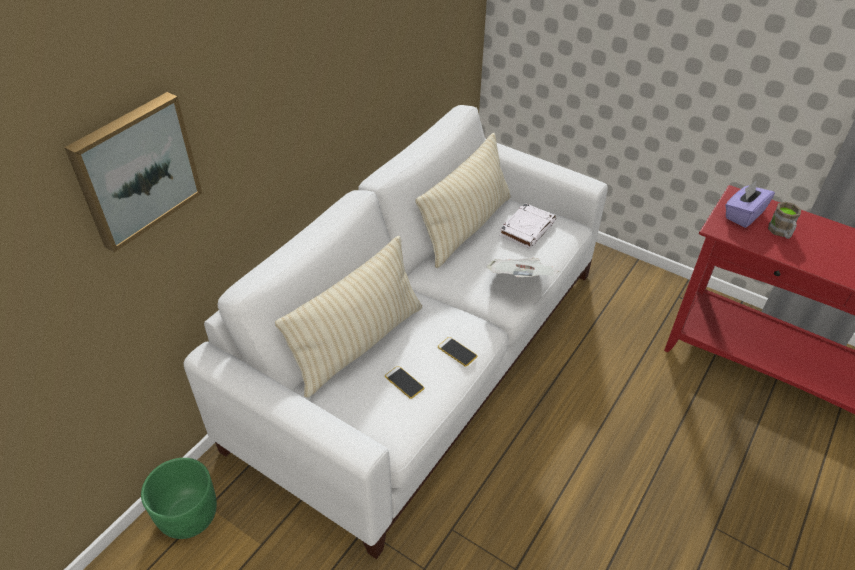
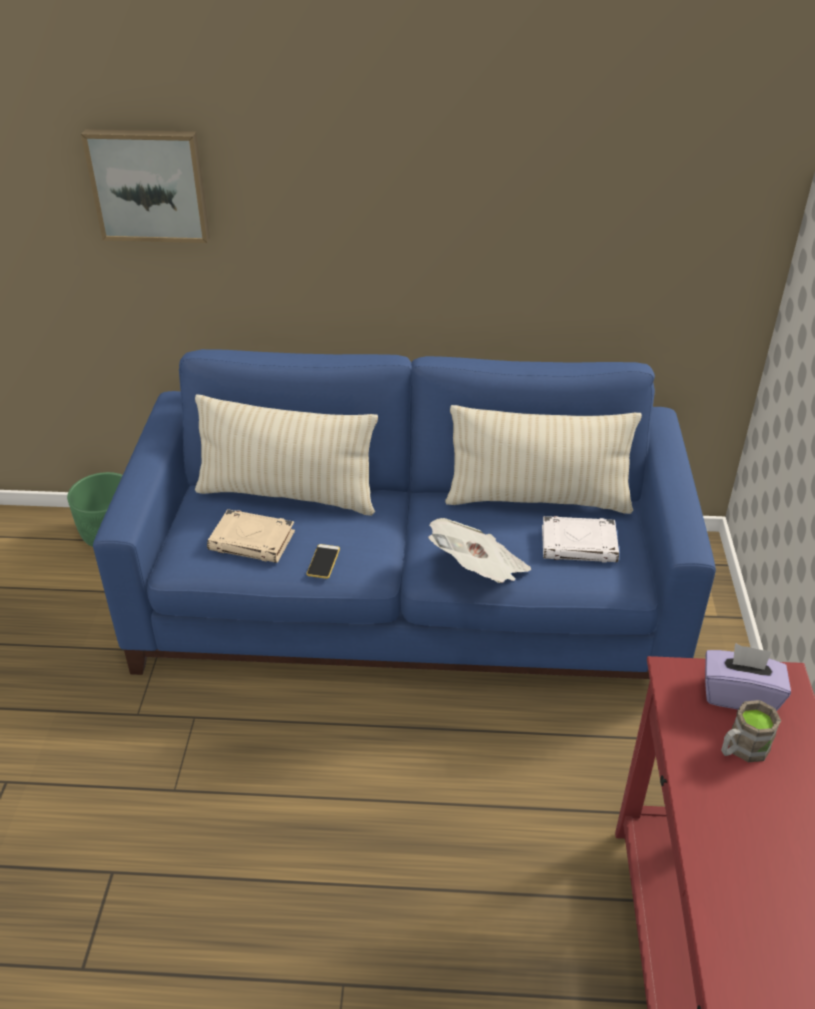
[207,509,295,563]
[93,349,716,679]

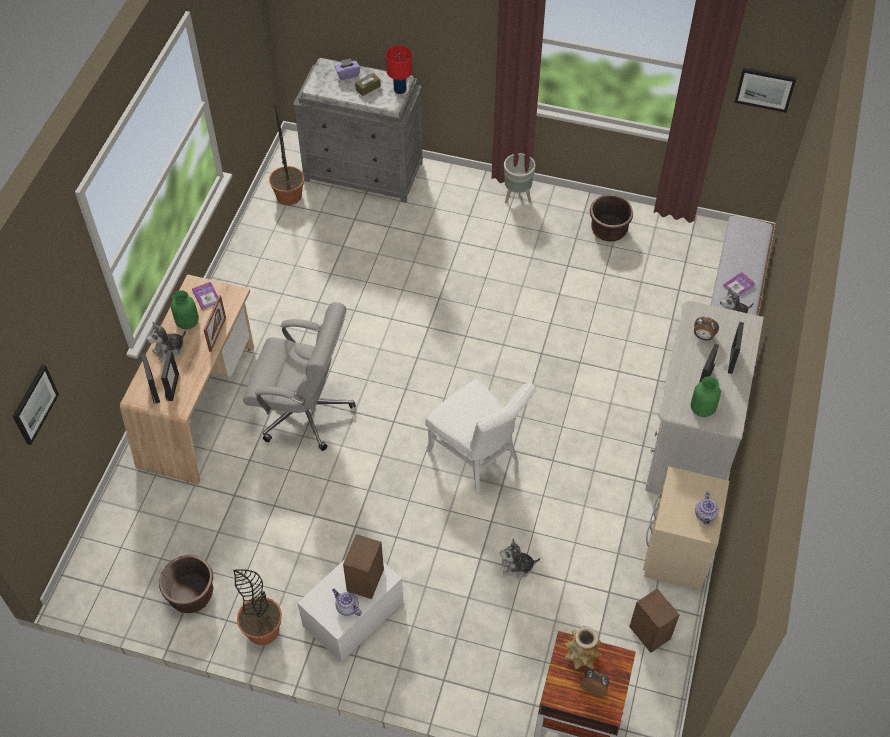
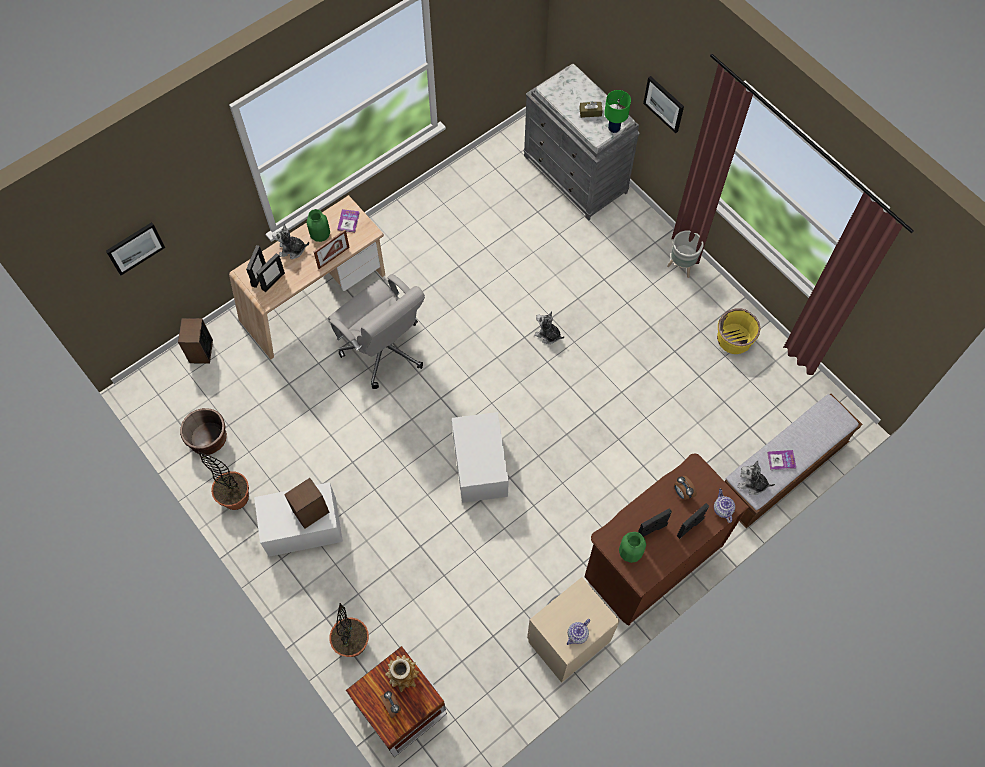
[334,58,360,80] (first image)
[330,603,369,657]
[714,489,735,523]
[534,311,564,344]
[178,318,213,364]
[643,76,684,133]
[452,412,509,503]
[604,90,631,133]
[717,308,760,354]
[585,453,749,626]

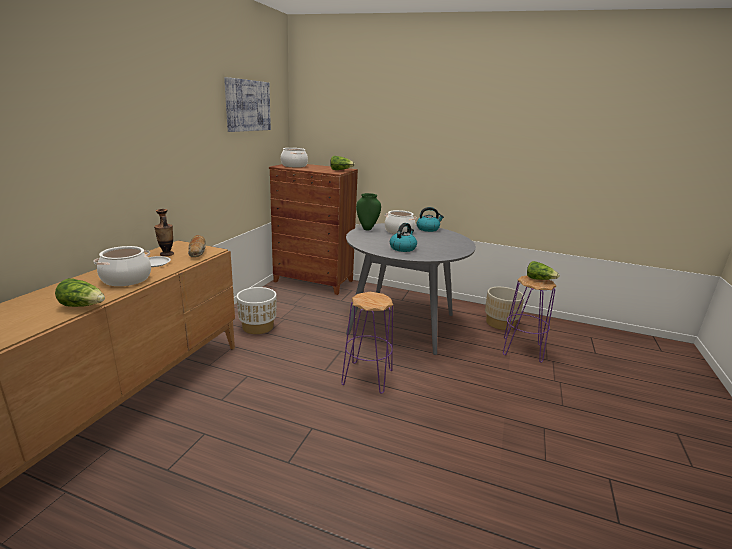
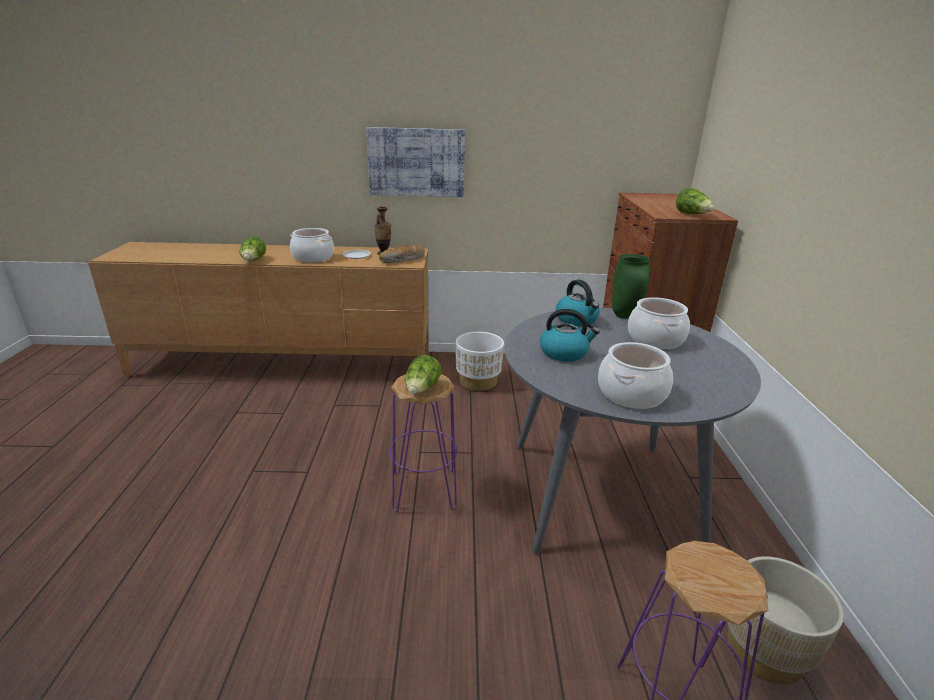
[366,127,465,197]
[598,342,673,409]
[556,280,600,326]
[405,355,442,394]

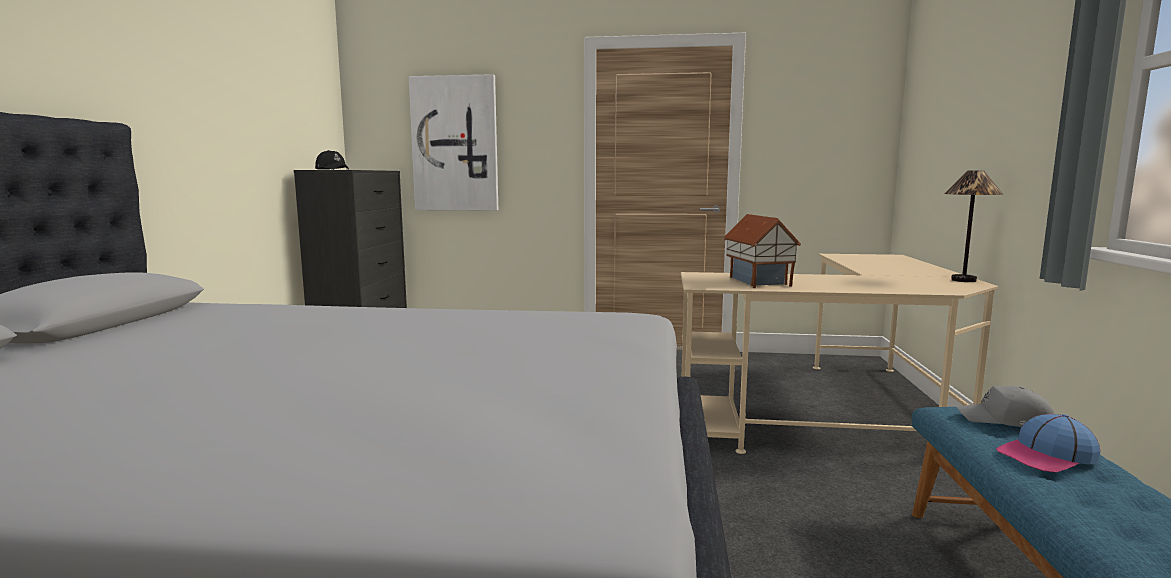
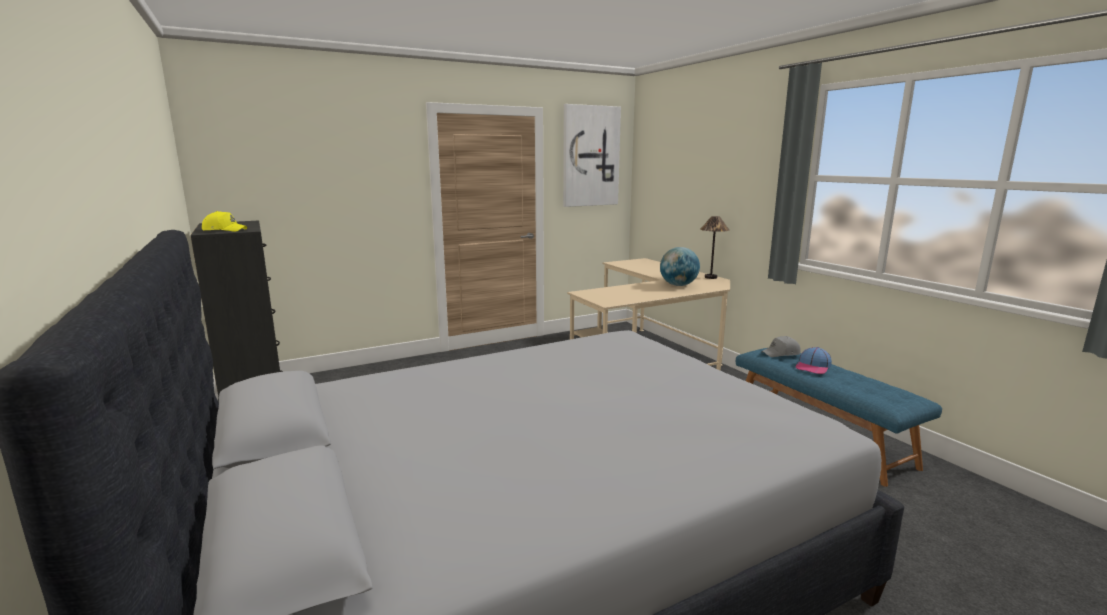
[724,214,801,288] (first image)
[660,247,700,286]
[563,104,621,207]
[202,211,247,232]

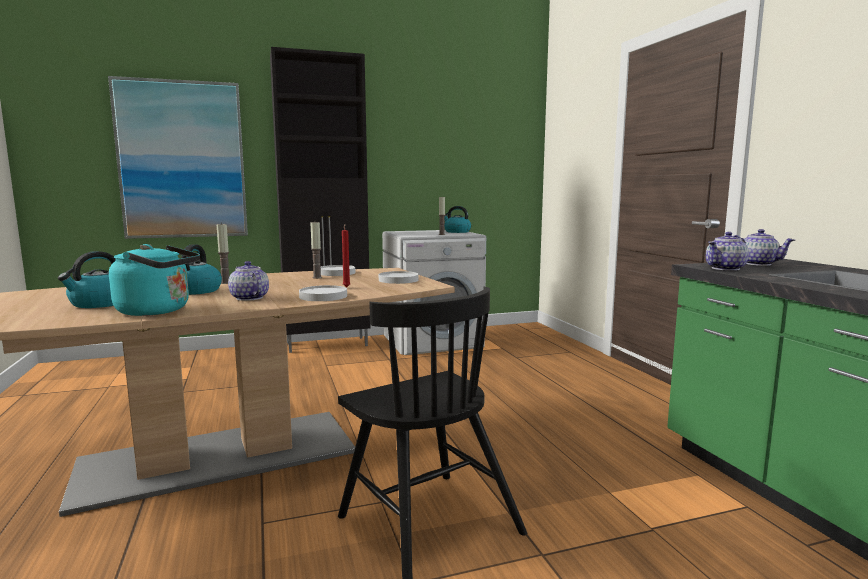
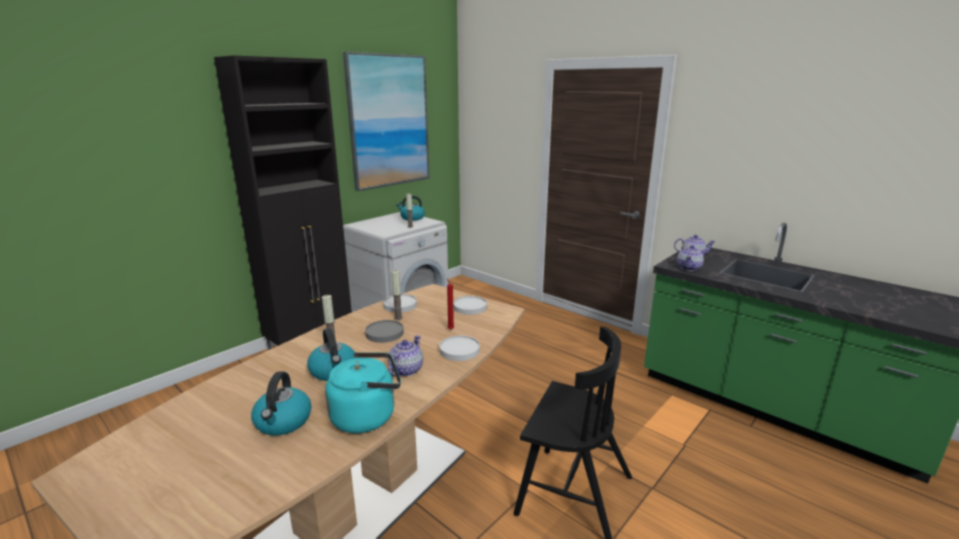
[365,320,404,343]
[343,52,430,191]
[388,335,423,376]

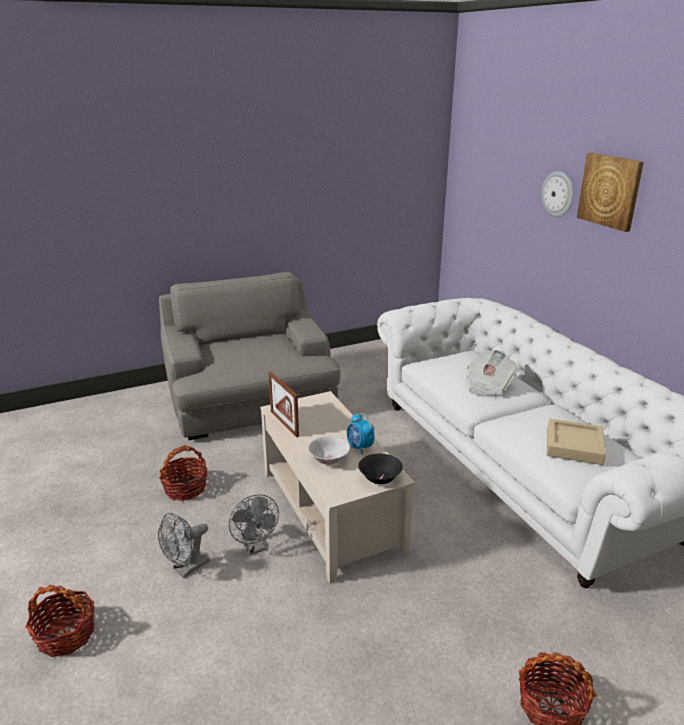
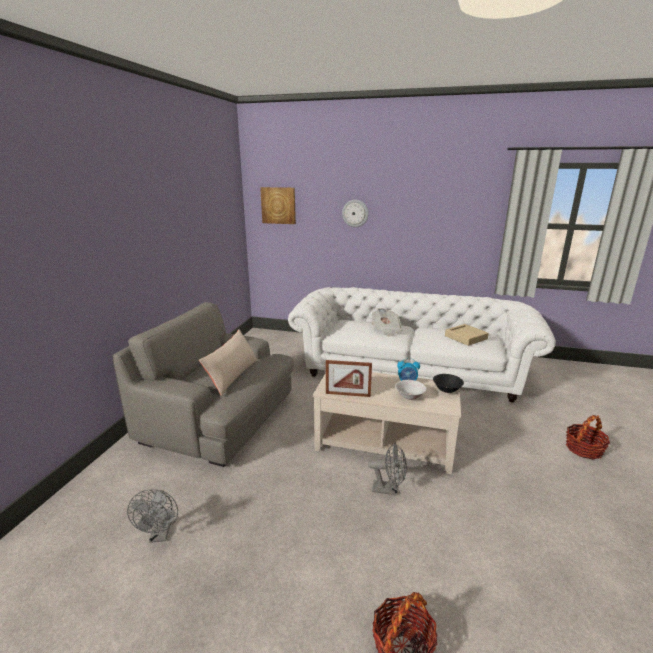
[159,446,207,501] (first image)
[199,330,258,396]
[127,489,178,543]
[260,187,296,224]

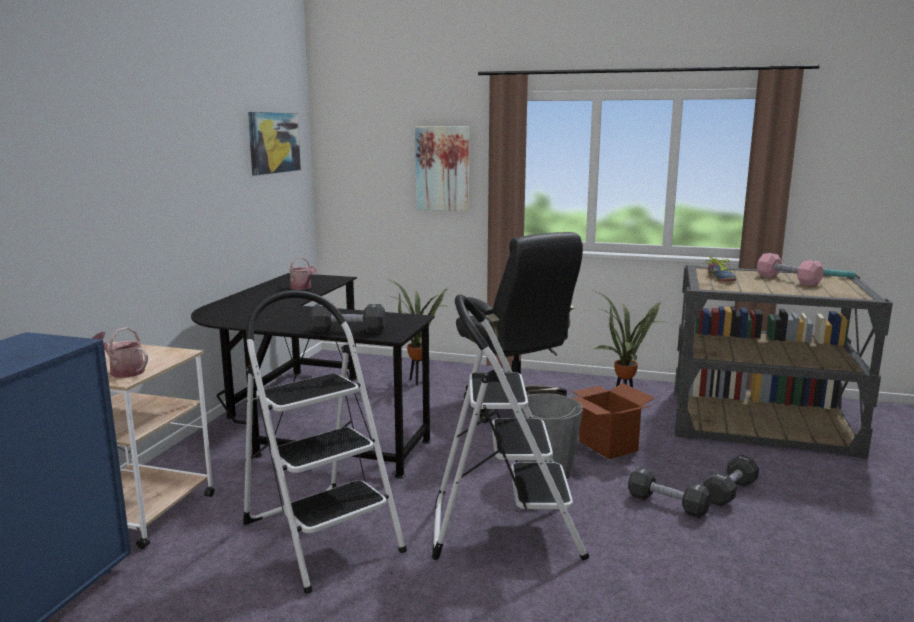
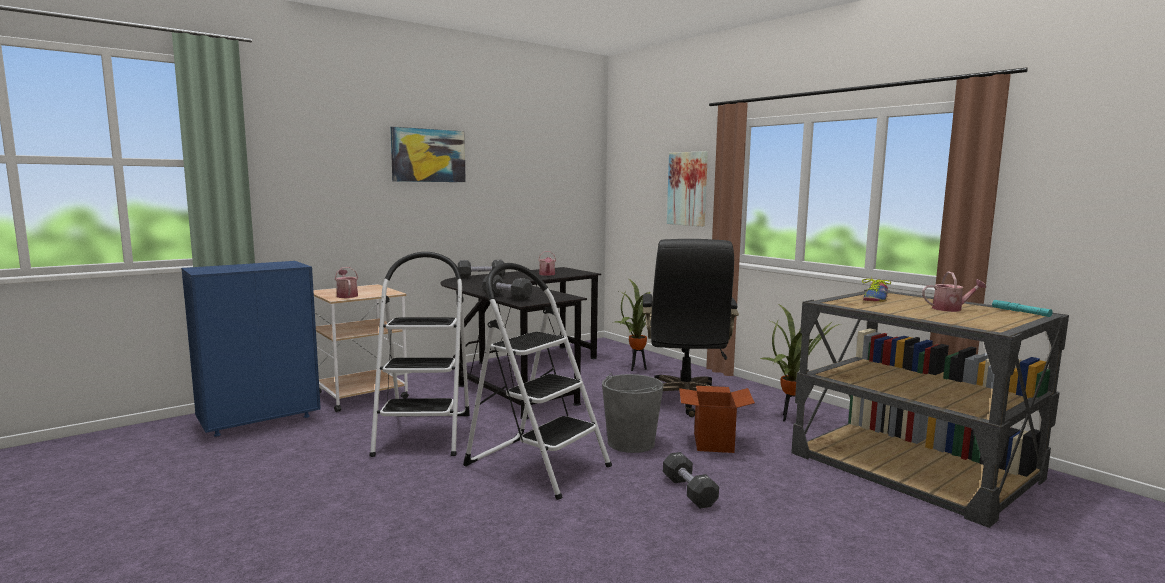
[390,127,466,182]
[458,260,505,278]
[922,272,986,312]

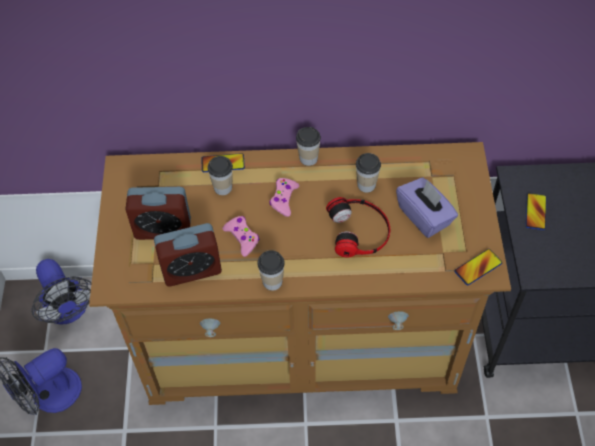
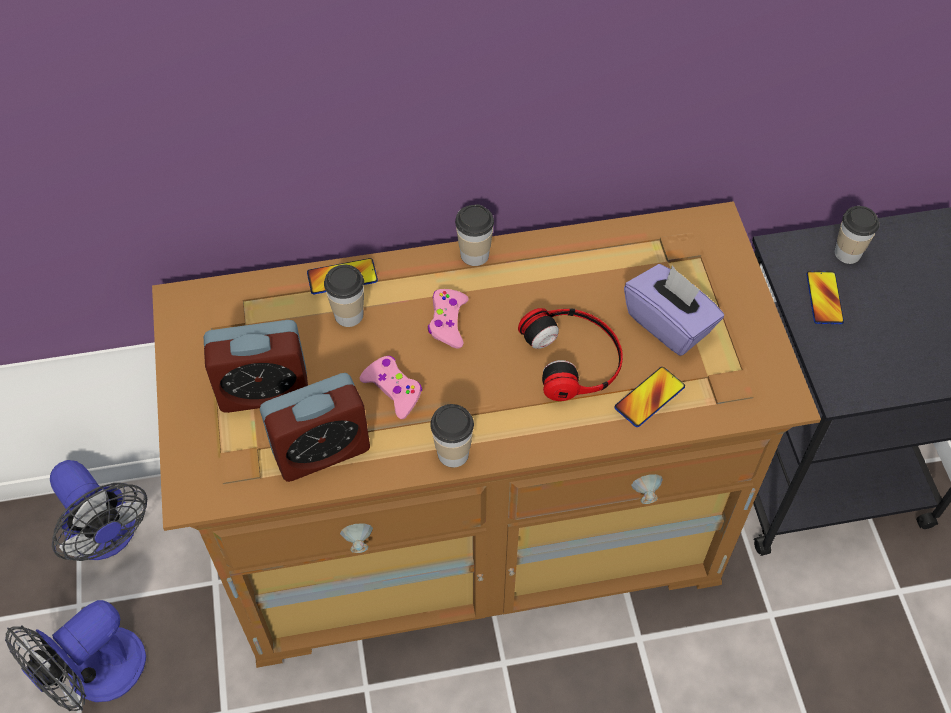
[835,206,879,264]
[614,367,685,427]

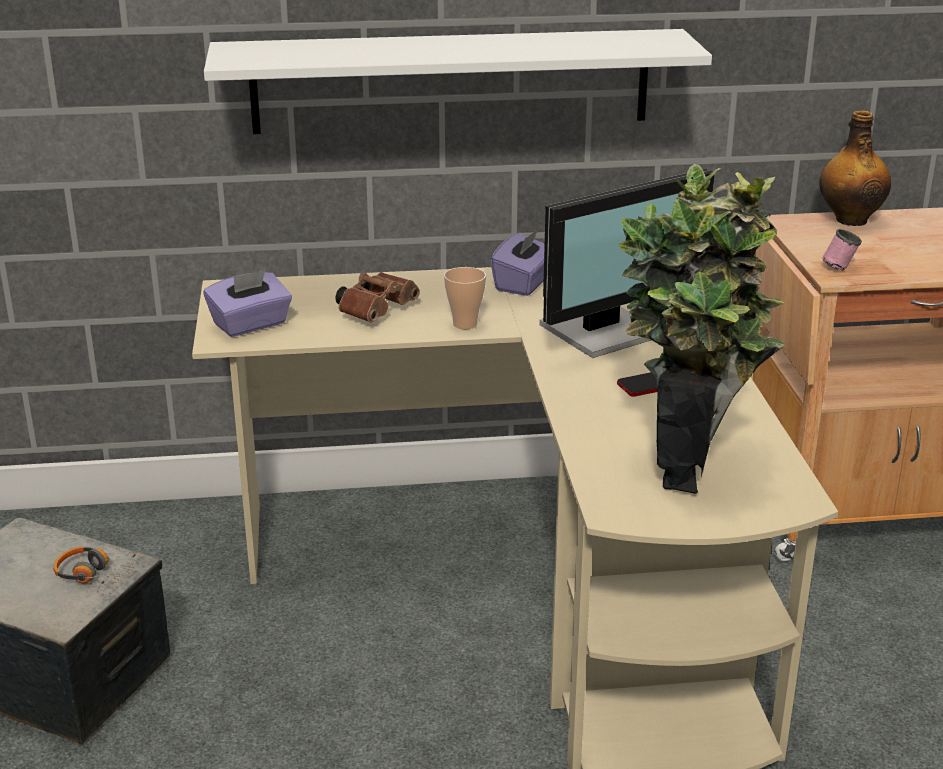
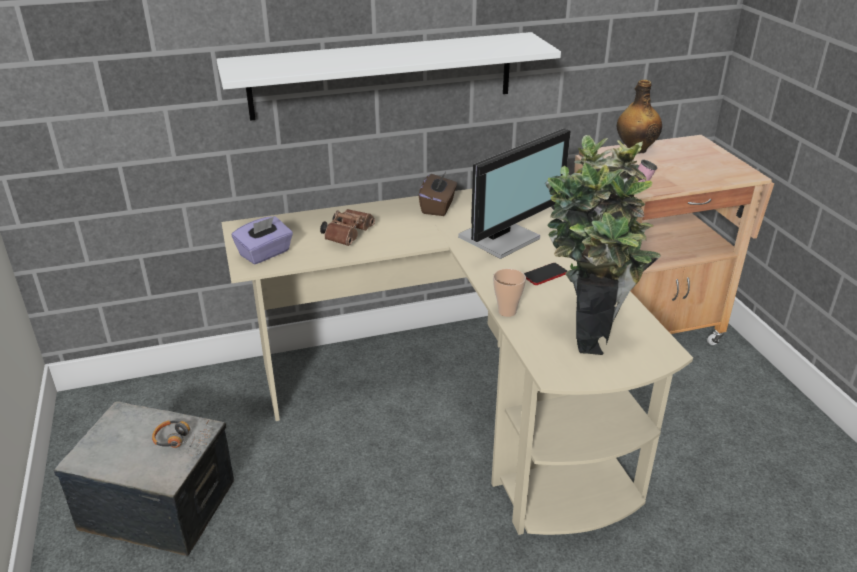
[493,269,526,317]
[418,172,457,216]

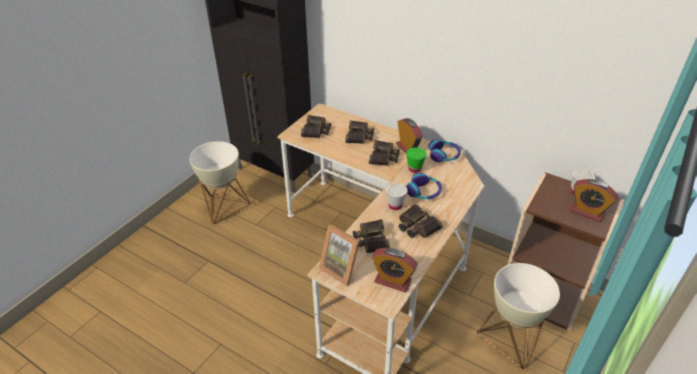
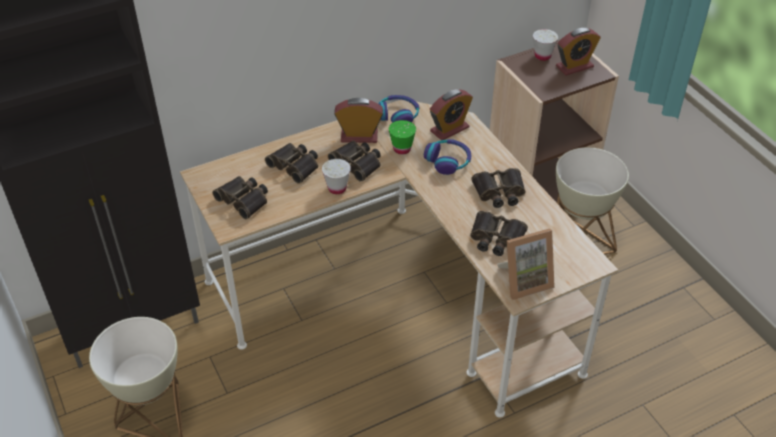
[430,89,473,140]
[322,159,351,194]

